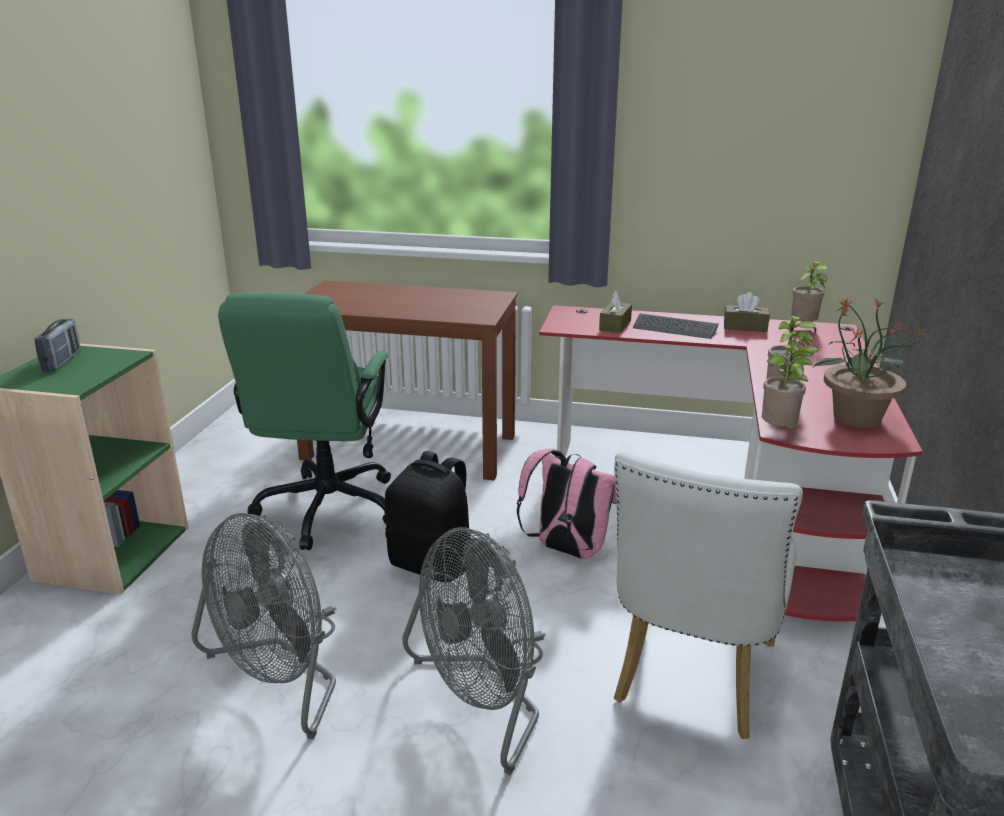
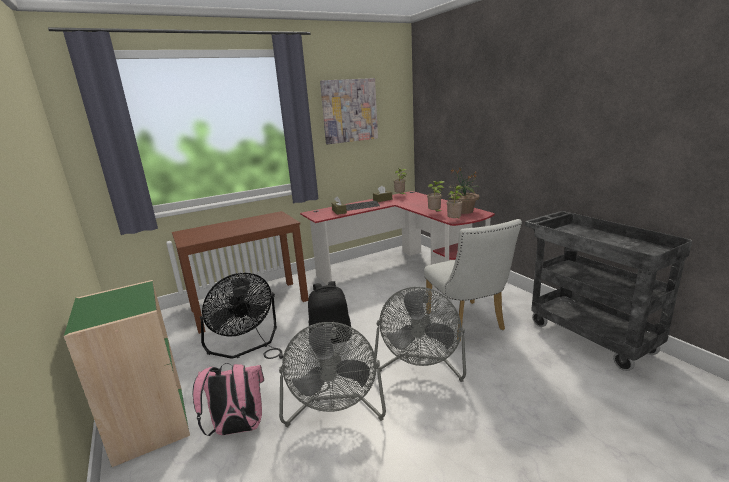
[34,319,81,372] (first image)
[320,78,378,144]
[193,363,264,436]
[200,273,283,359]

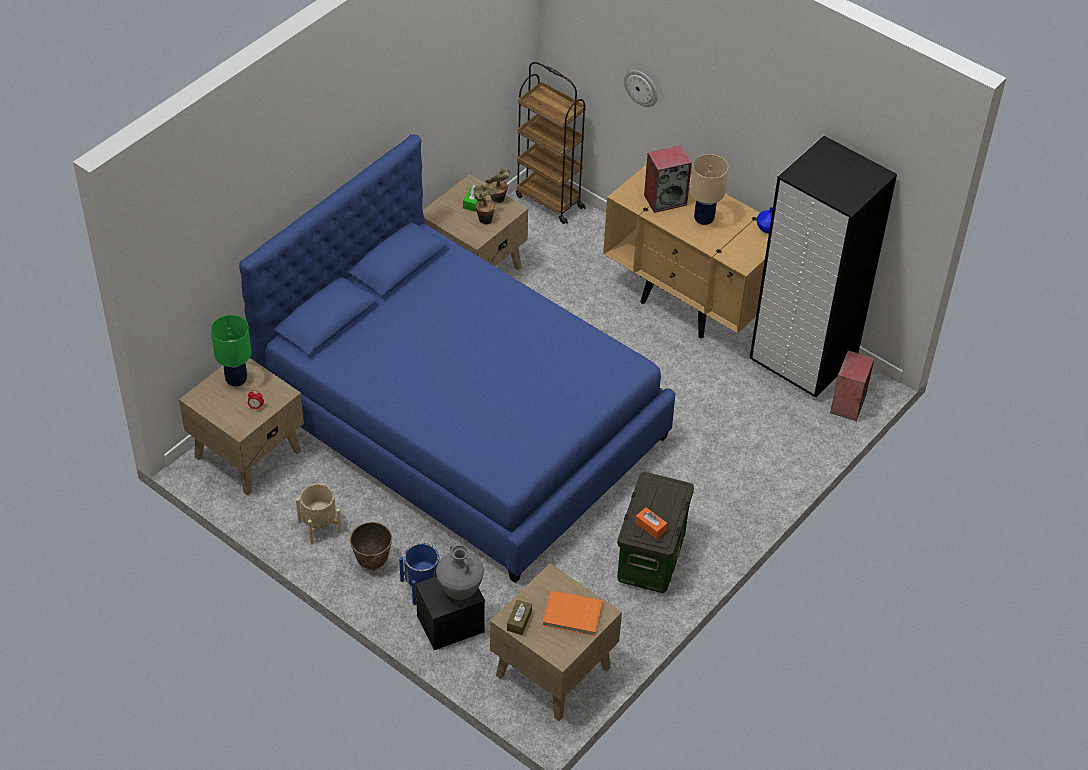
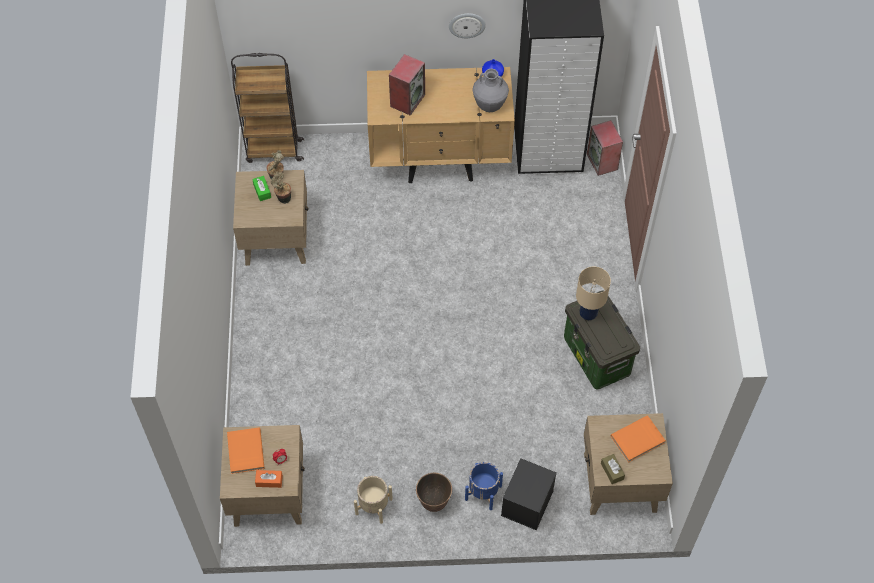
[239,134,675,583] (first image)
[472,69,509,112]
[449,13,486,38]
[255,470,283,488]
[576,267,611,320]
[227,427,264,474]

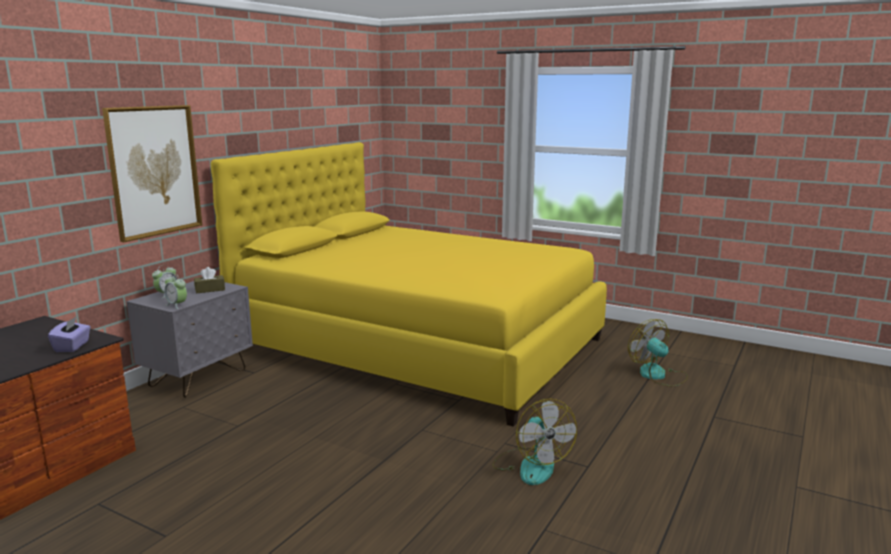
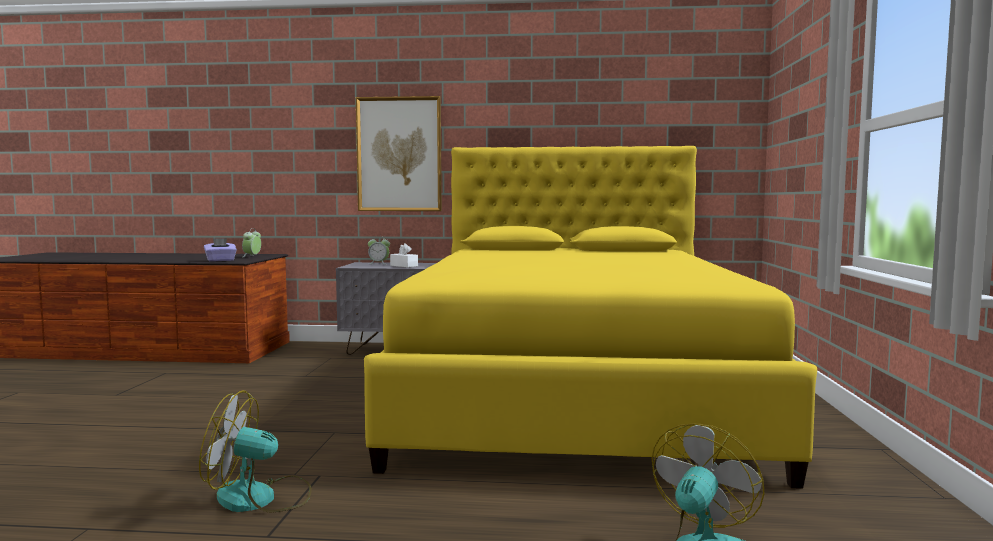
[242,228,261,257]
[390,243,418,268]
[199,390,312,513]

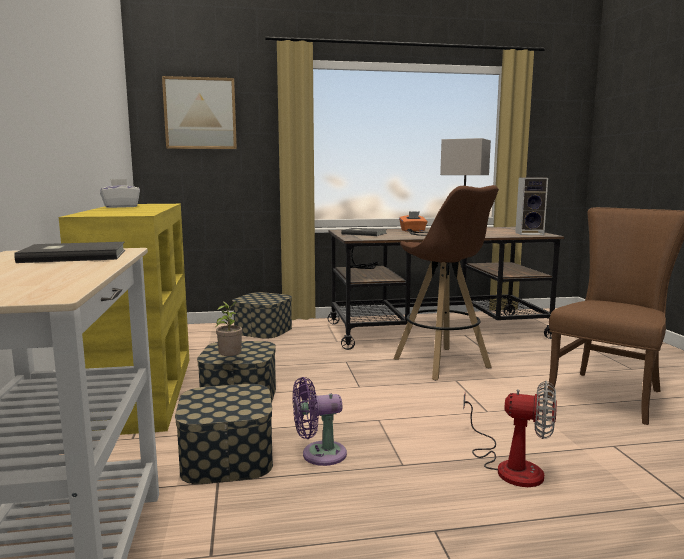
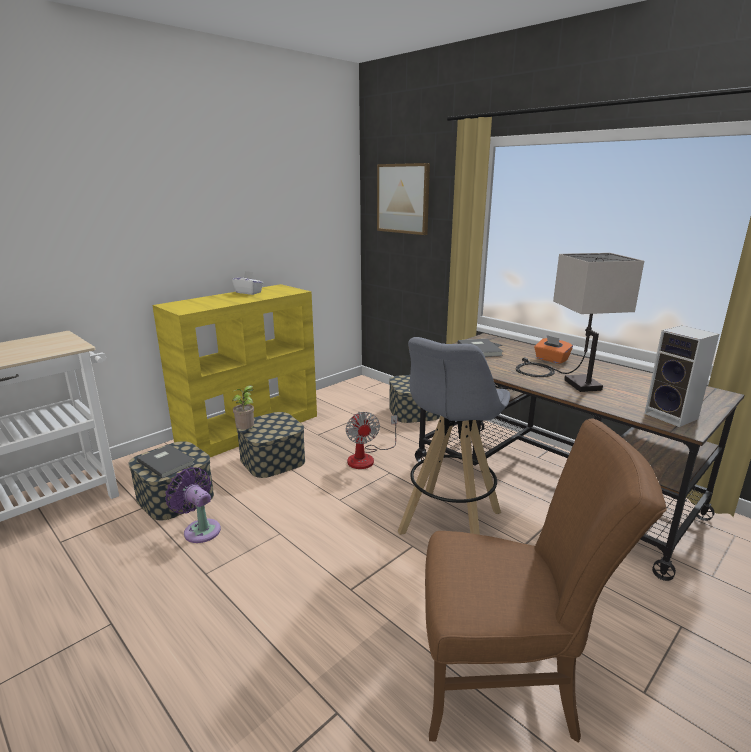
[137,445,195,478]
[346,412,397,469]
[398,337,510,535]

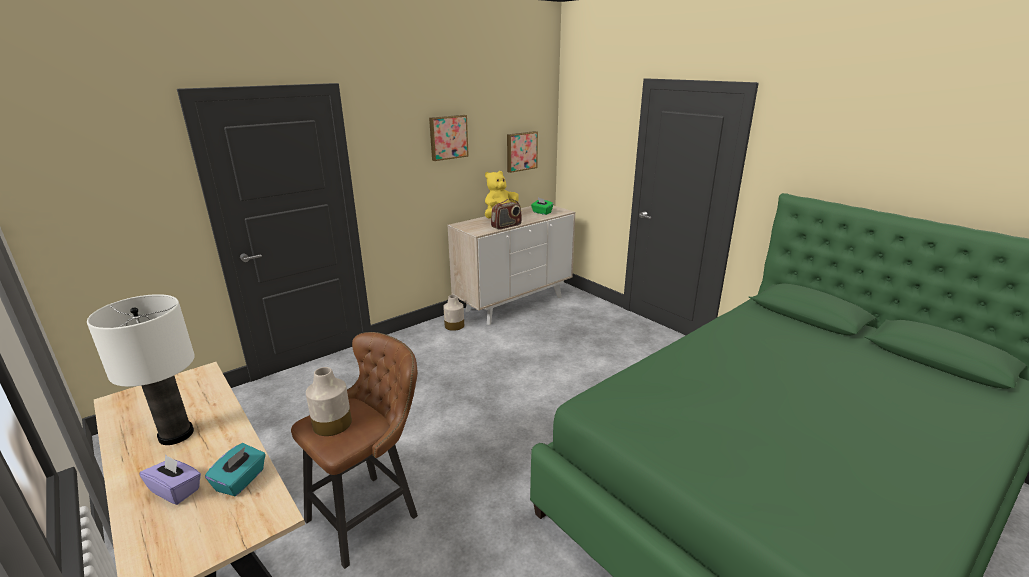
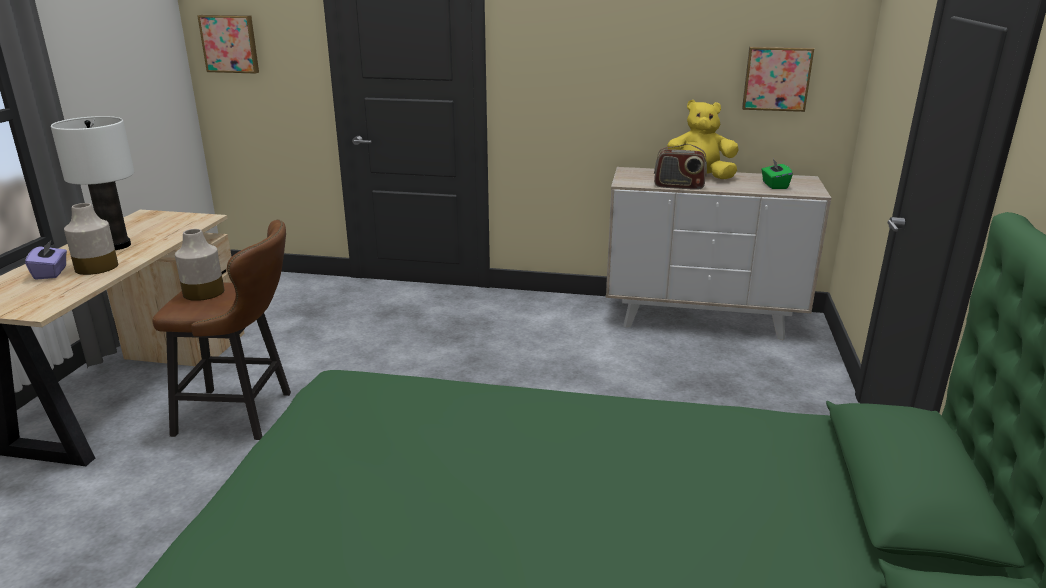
[205,443,266,496] (first image)
[197,15,259,74]
[64,203,118,275]

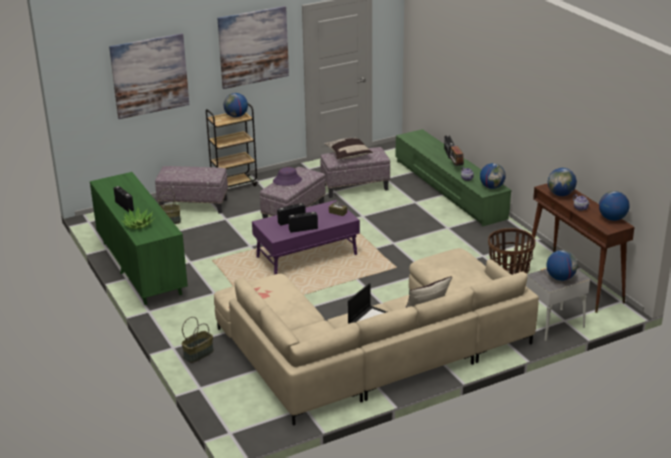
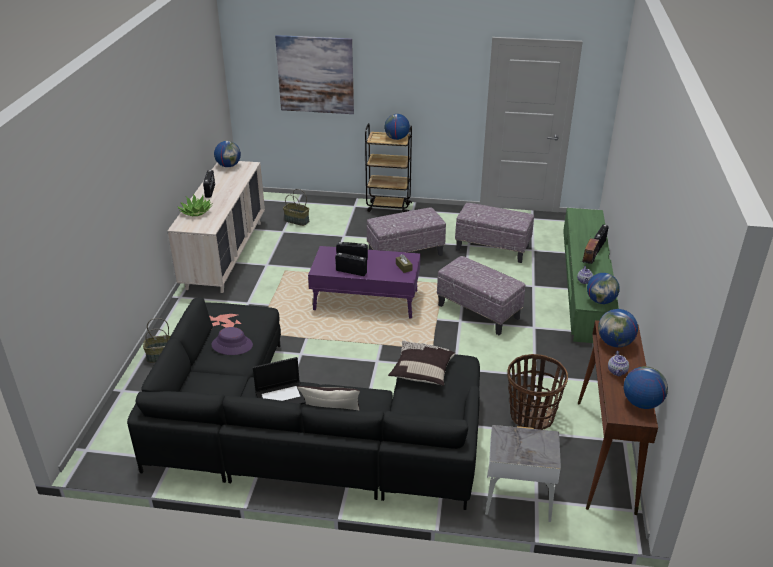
[217,6,289,89] (first image)
[437,256,525,335]
[211,327,253,355]
[388,341,456,386]
[214,141,241,167]
[168,161,265,293]
[127,298,480,510]

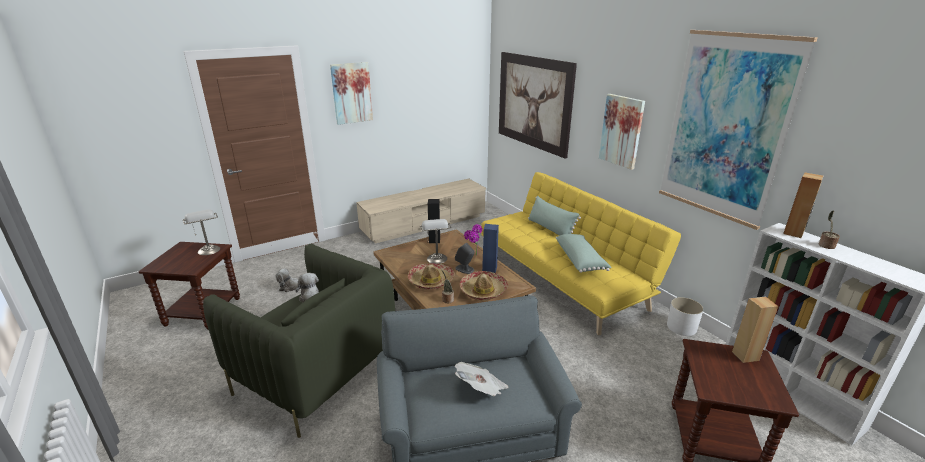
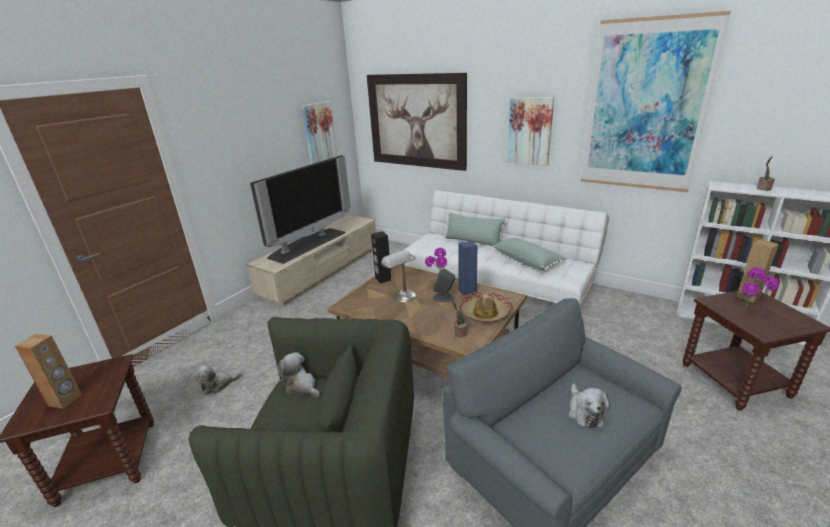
[183,209,220,255] (first image)
[408,263,455,290] (first image)
[667,297,703,336] (first image)
[250,155,351,264]
[742,267,779,309]
[302,101,337,164]
[15,334,81,409]
[568,384,610,428]
[404,190,609,306]

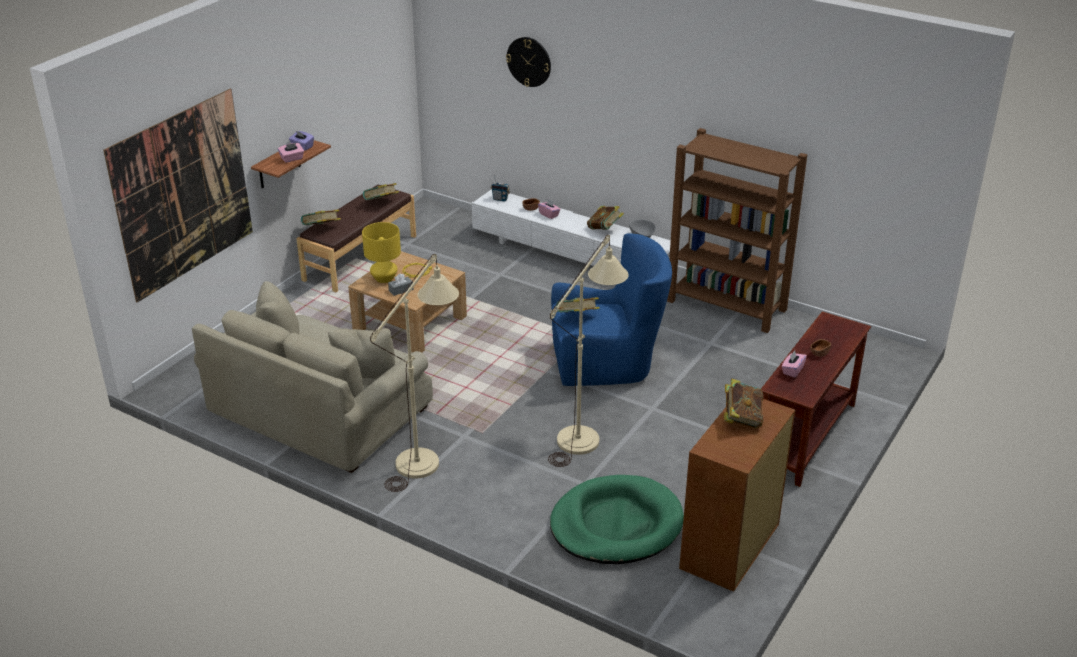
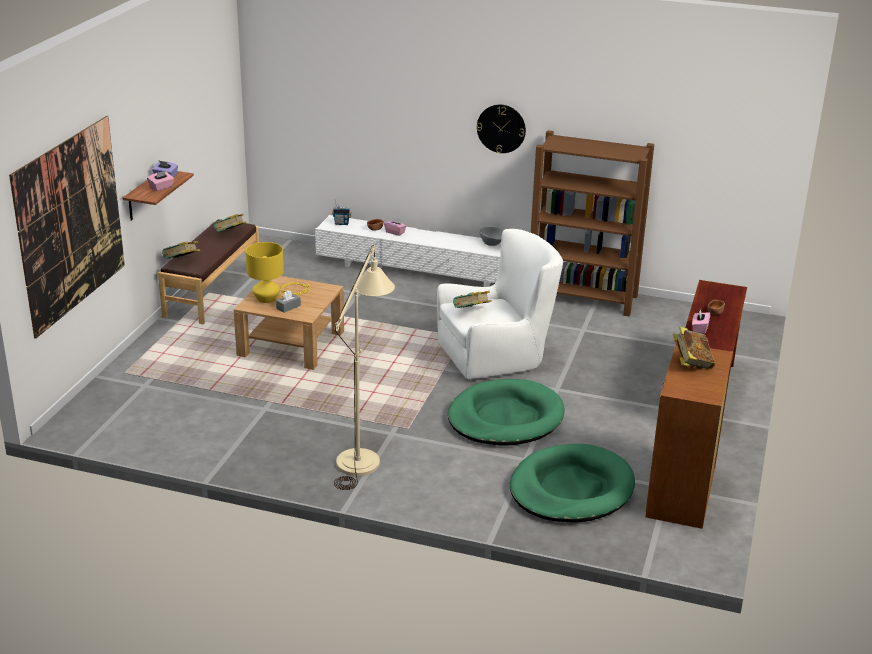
[192,281,433,473] (first image)
[587,206,624,230] (first image)
[477,105,526,153]
[448,379,565,446]
[437,229,563,379]

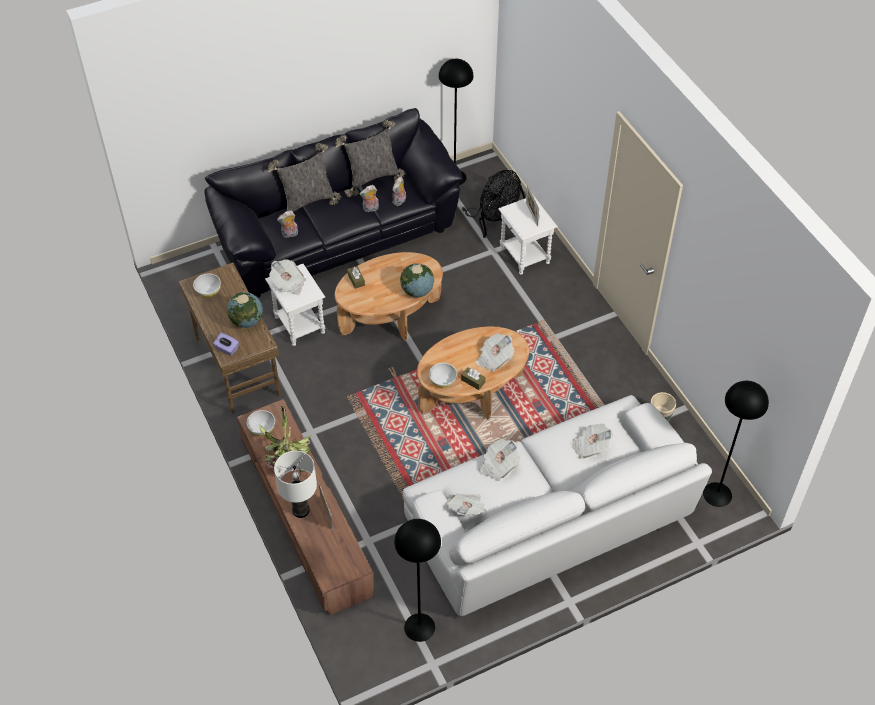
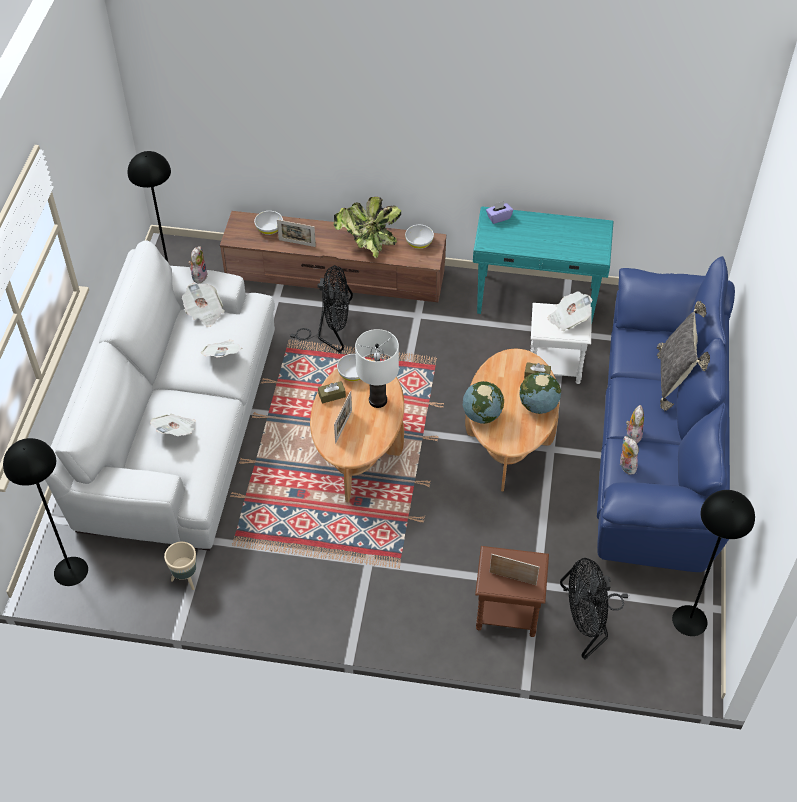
[335,119,406,197] (first image)
[289,265,353,353]
[254,211,283,235]
[519,372,561,414]
[355,329,399,408]
[188,246,208,284]
[334,391,352,444]
[473,206,614,325]
[597,256,735,572]
[475,546,549,637]

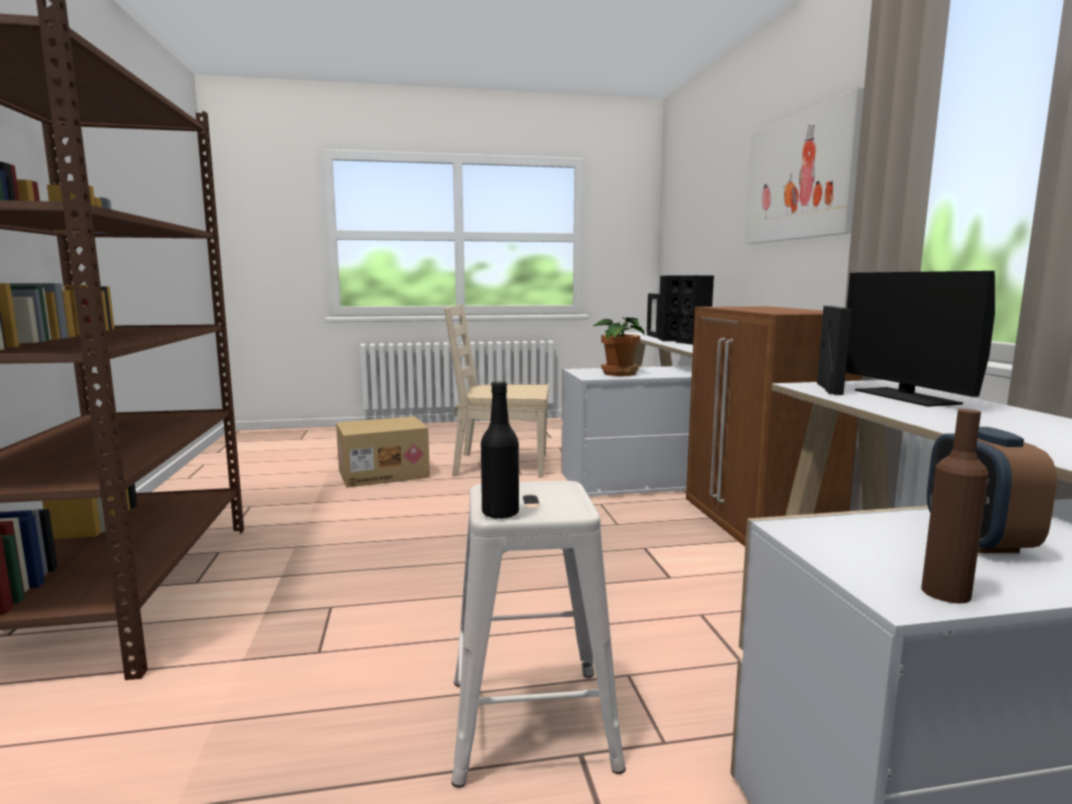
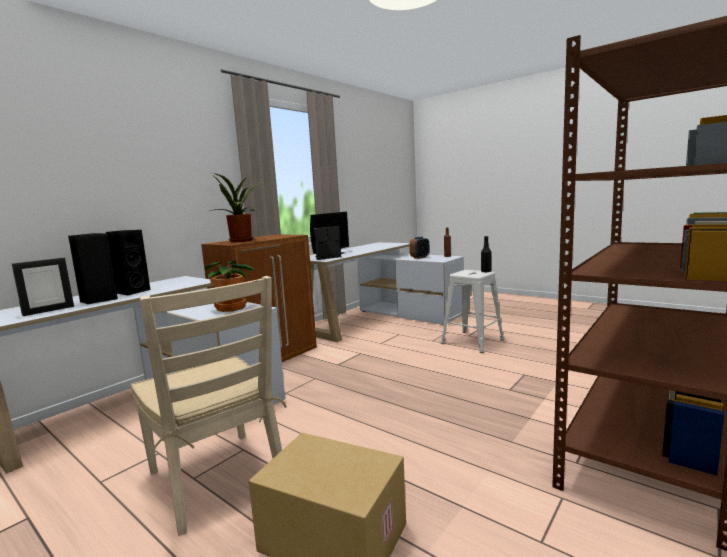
[745,88,864,244] (first image)
[208,173,267,242]

